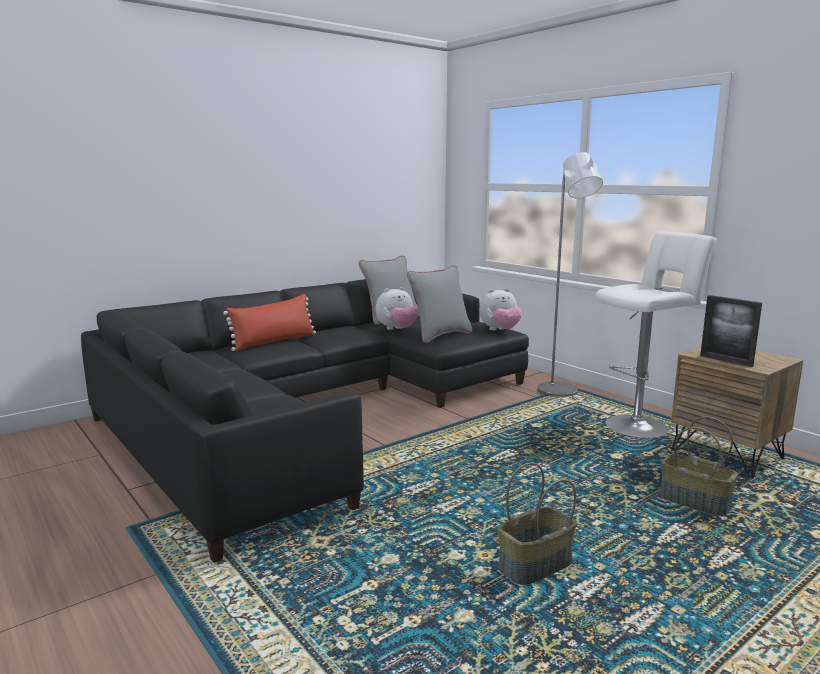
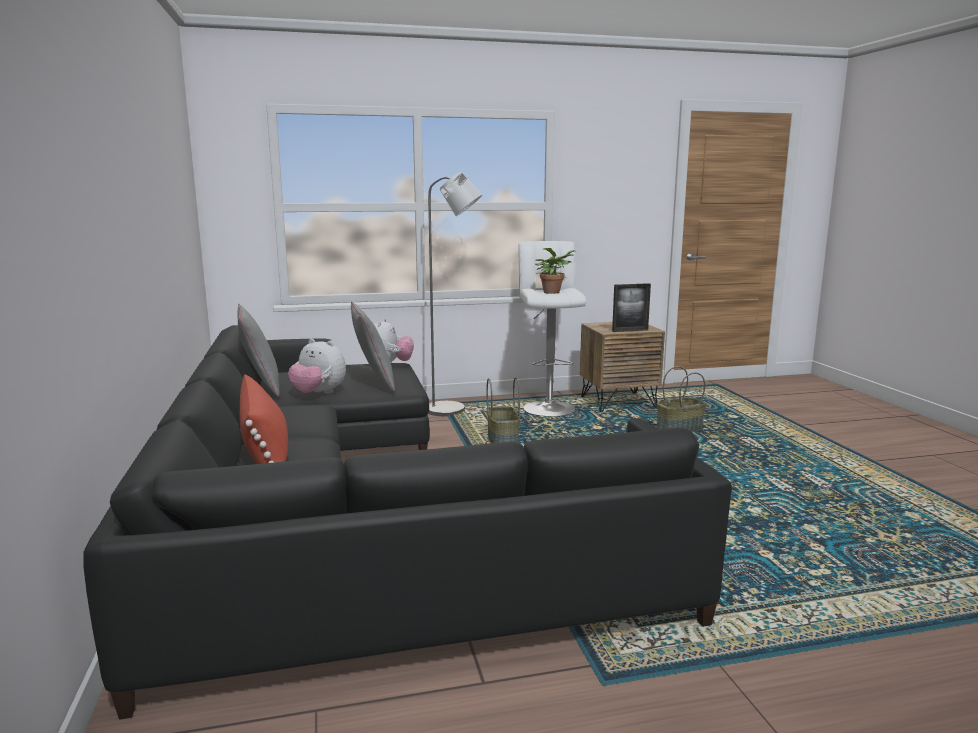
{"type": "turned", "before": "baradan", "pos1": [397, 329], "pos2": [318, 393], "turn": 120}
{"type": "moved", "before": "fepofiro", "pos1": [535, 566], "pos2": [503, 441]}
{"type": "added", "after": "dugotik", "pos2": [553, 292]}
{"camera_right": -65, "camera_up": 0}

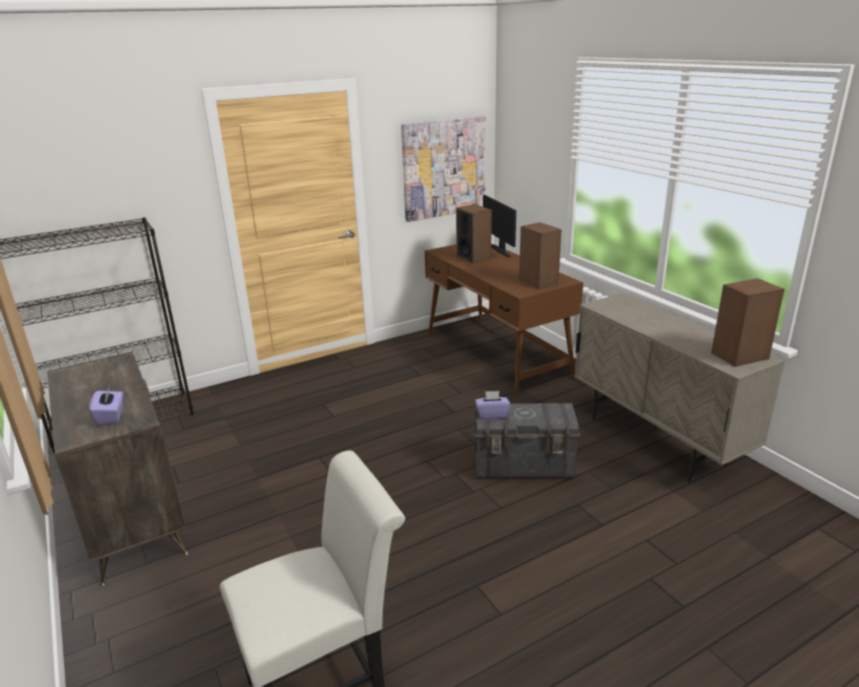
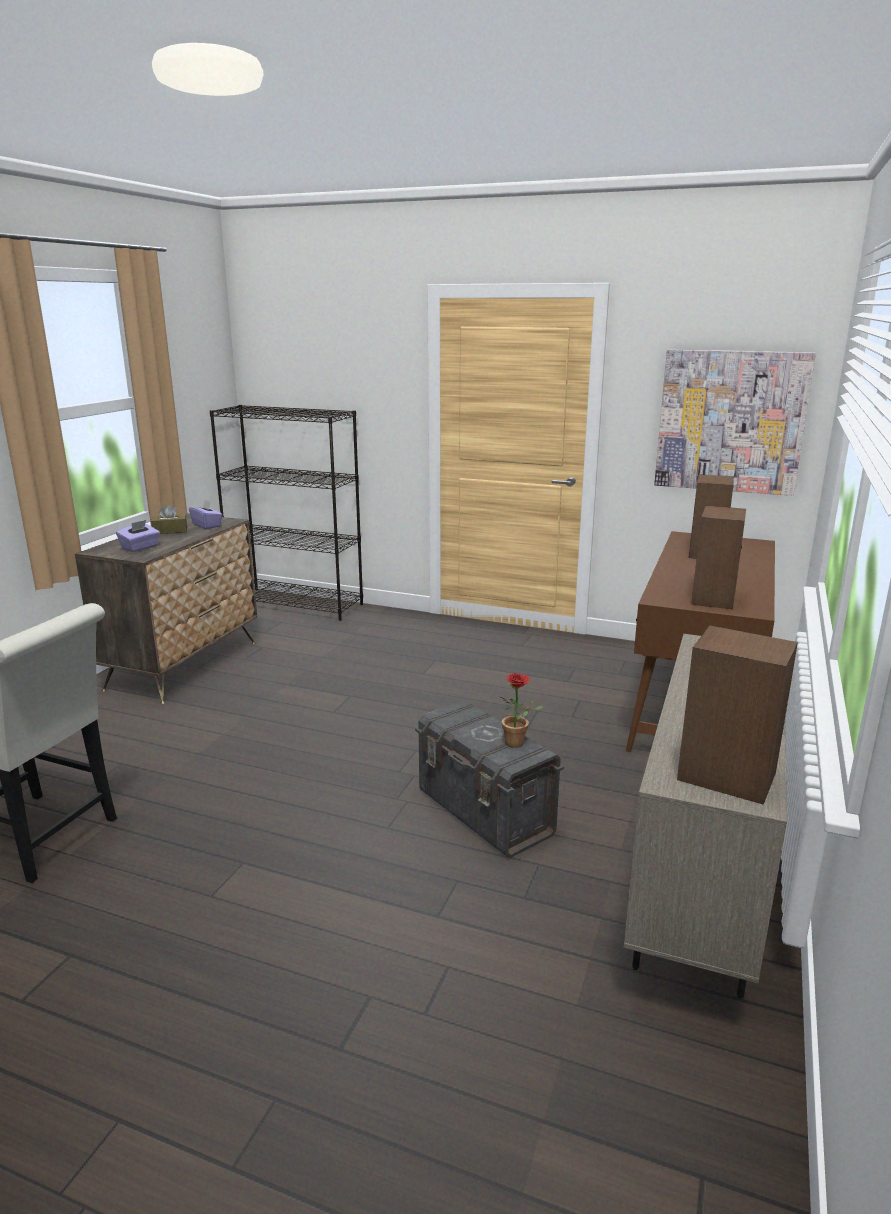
{"type": "removed", "before": "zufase", "pos1": [499, 250]}
{"type": "moved", "before": "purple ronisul", "pos1": [492, 414], "pos2": [207, 525]}
{"type": "added", "after": "brown ronisul", "pos2": [170, 531]}
{"type": "added", "after": "dugotik", "pos2": [518, 743]}
{"camera_right": 50, "camera_up": -5}

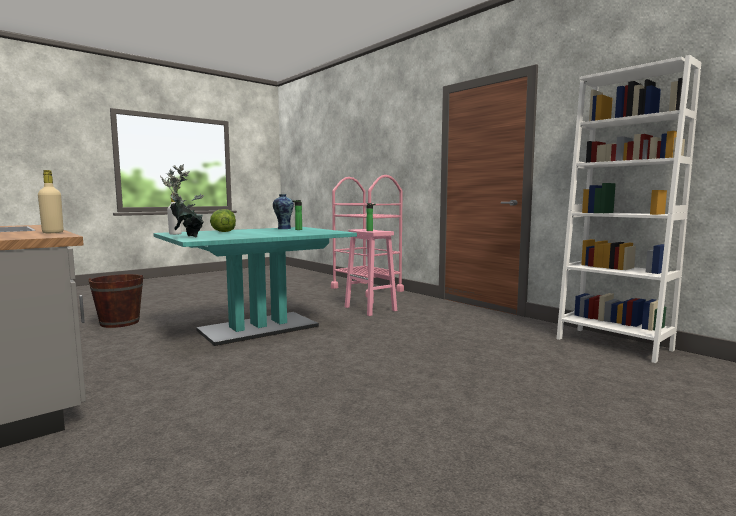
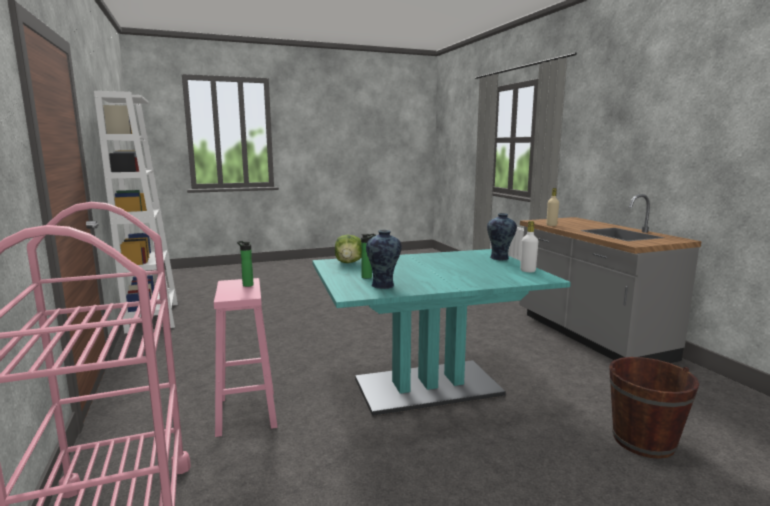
{"type": "replaced", "before": "dugotik", "after": "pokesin", "pos1": [187, 237], "pos2": [500, 258]}
{"type": "moved", "before": "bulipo", "pos1": [223, 232], "pos2": [349, 263]}
{"camera_right": -160, "camera_up": 5}

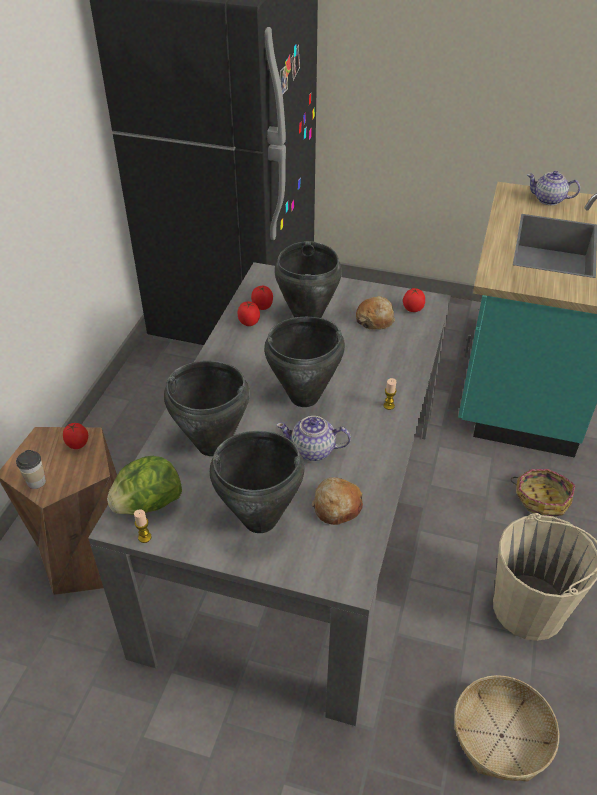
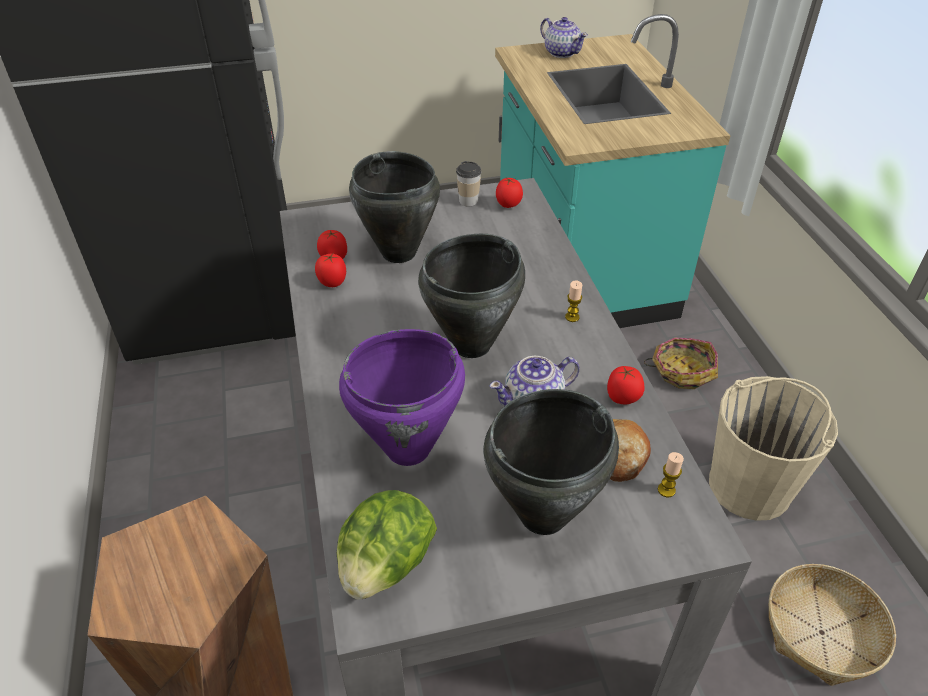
{"type": "turned", "before": "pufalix", "pos1": [549, 200], "pos2": [561, 52], "turn": -120}
{"type": "removed", "before": "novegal", "pos1": [375, 319]}
{"type": "recoloured", "before": "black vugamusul", "after": "purple vugamusul", "pos1": [213, 445], "pos2": [409, 449]}
{"type": "moved", "before": "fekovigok", "pos1": [77, 445], "pos2": [623, 398]}
{"type": "moved", "before": "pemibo", "pos1": [36, 482], "pos2": [468, 201]}
{"type": "moved", "before": "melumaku", "pos1": [144, 537], "pos2": [666, 490]}
{"camera_right": -30, "camera_up": 0}

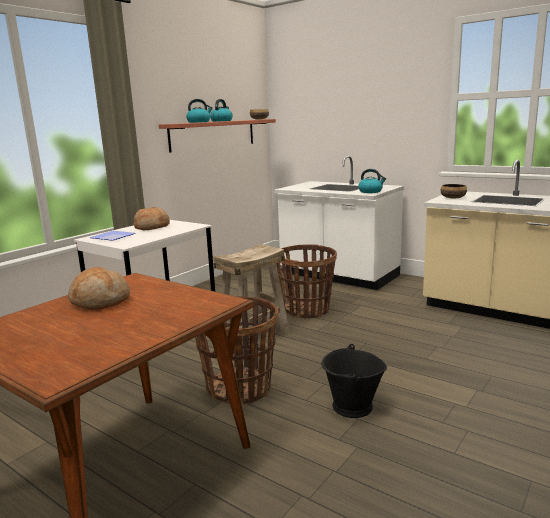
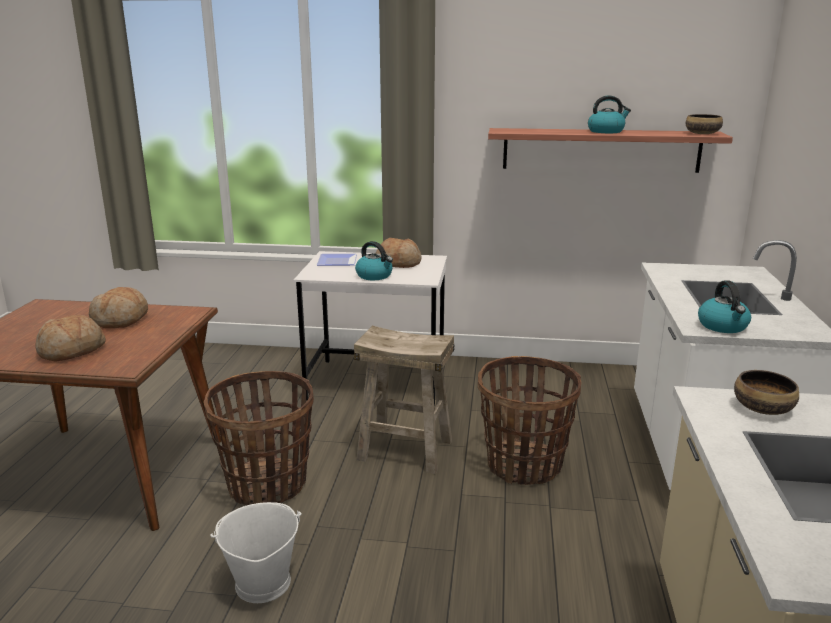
{"type": "moved", "before": "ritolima", "pos1": [199, 122], "pos2": [375, 276]}
{"type": "recoloured", "before": "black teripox", "after": "white teripox", "pos1": [352, 407], "pos2": [262, 583]}
{"type": "added", "after": "novegal", "pos2": [72, 350]}
{"camera_right": 60, "camera_up": 5}

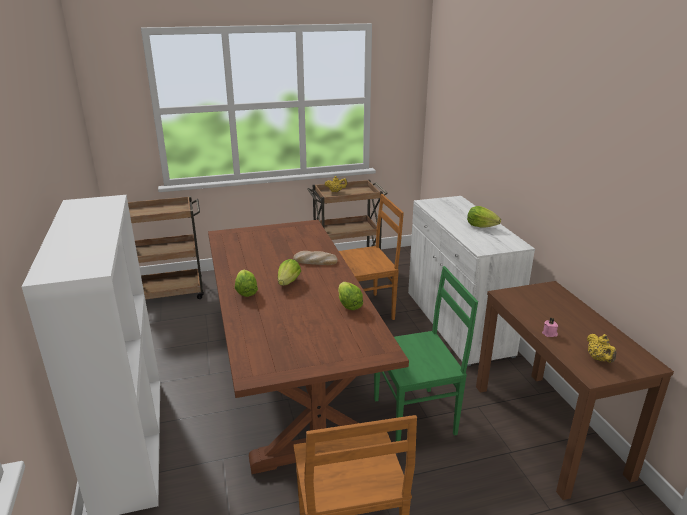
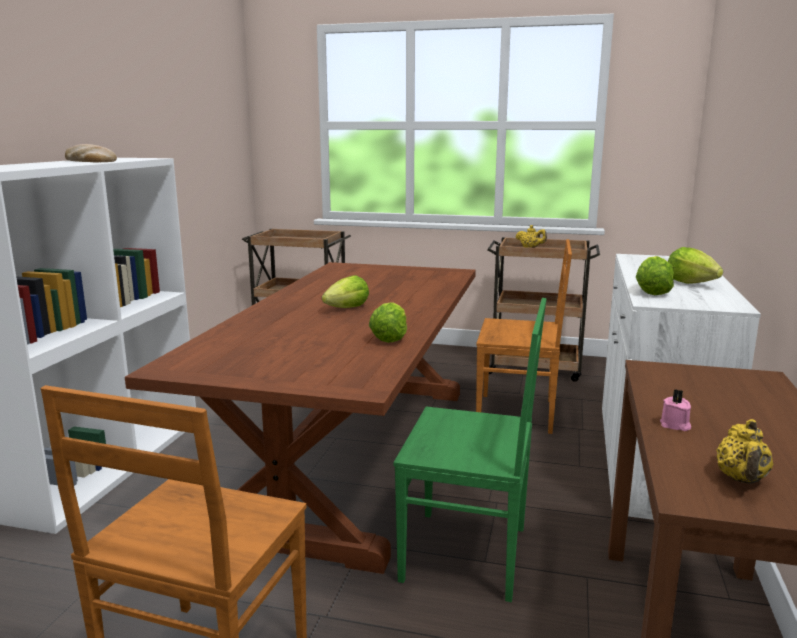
{"type": "moved", "before": "novegal", "pos1": [315, 261], "pos2": [89, 161]}
{"type": "moved", "before": "bulipo", "pos1": [246, 292], "pos2": [652, 292]}
{"camera_right": 30, "camera_up": -10}

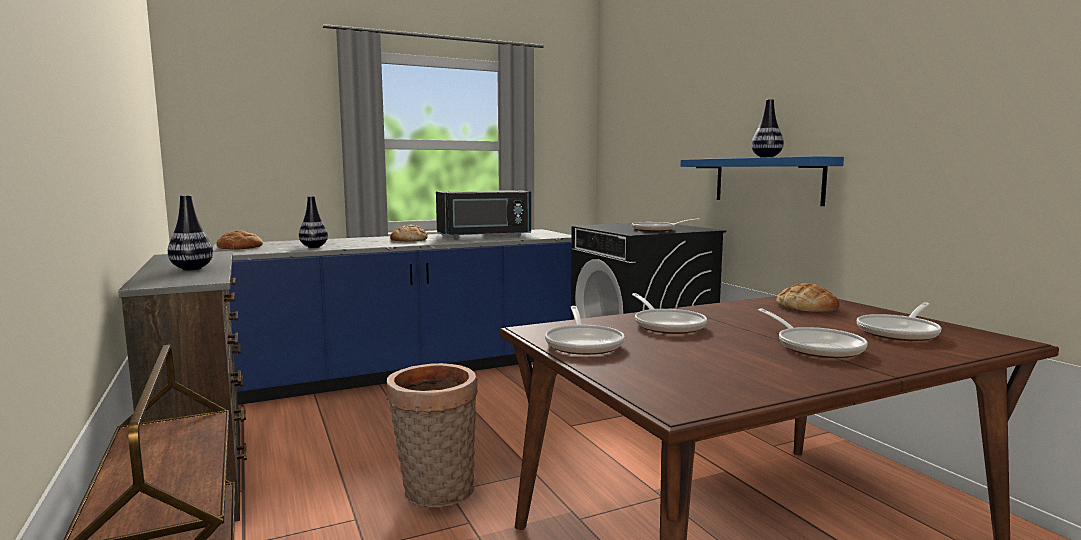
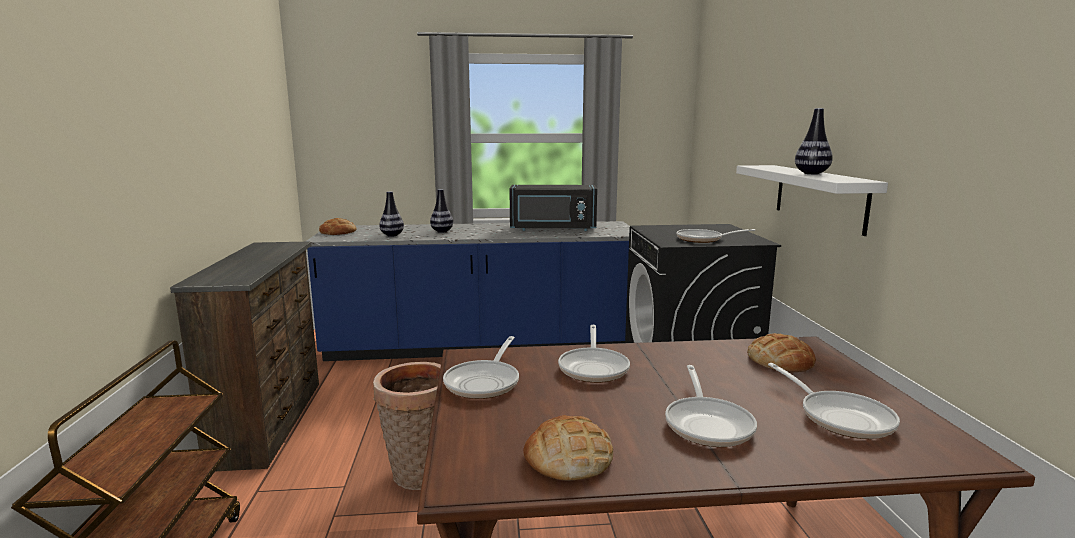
{"type": "recoloured", "before": "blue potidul", "after": "white potidul", "pos1": [767, 180], "pos2": [819, 197]}
{"type": "moved", "before": "pokesin", "pos1": [192, 269], "pos2": [442, 231]}
{"type": "moved", "before": "novegal", "pos1": [408, 240], "pos2": [568, 457]}
{"type": "turned", "before": "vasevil", "pos1": [900, 332], "pos2": [840, 417], "turn": -90}
{"camera_right": 20, "camera_up": 5}

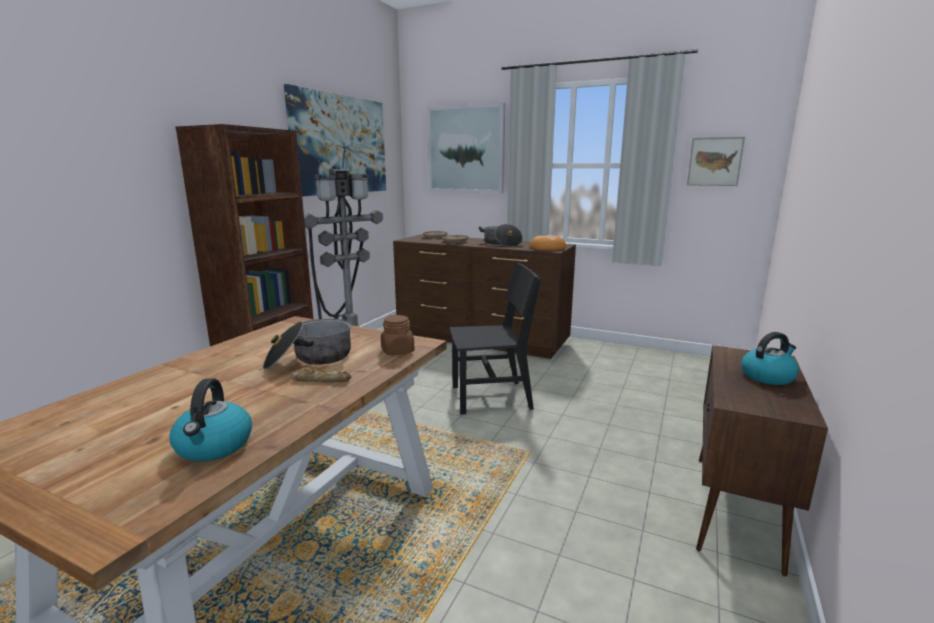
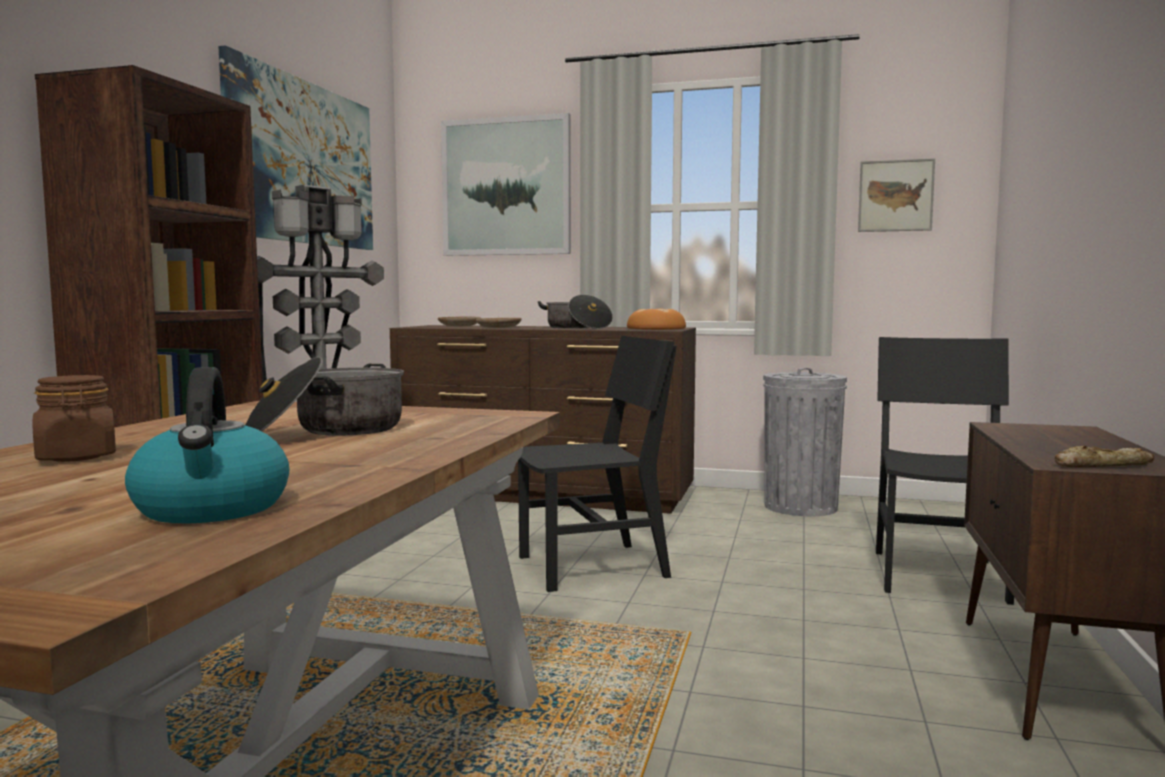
{"type": "moved", "before": "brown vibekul", "pos1": [397, 351], "pos2": [77, 457]}
{"type": "removed", "before": "ritolima", "pos1": [767, 376]}
{"type": "moved", "before": "novegal", "pos1": [321, 380], "pos2": [1101, 465]}
{"type": "added", "after": "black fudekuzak", "pos2": [939, 576]}
{"type": "added", "after": "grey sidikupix", "pos2": [800, 507]}
{"camera_right": -10, "camera_up": -10}

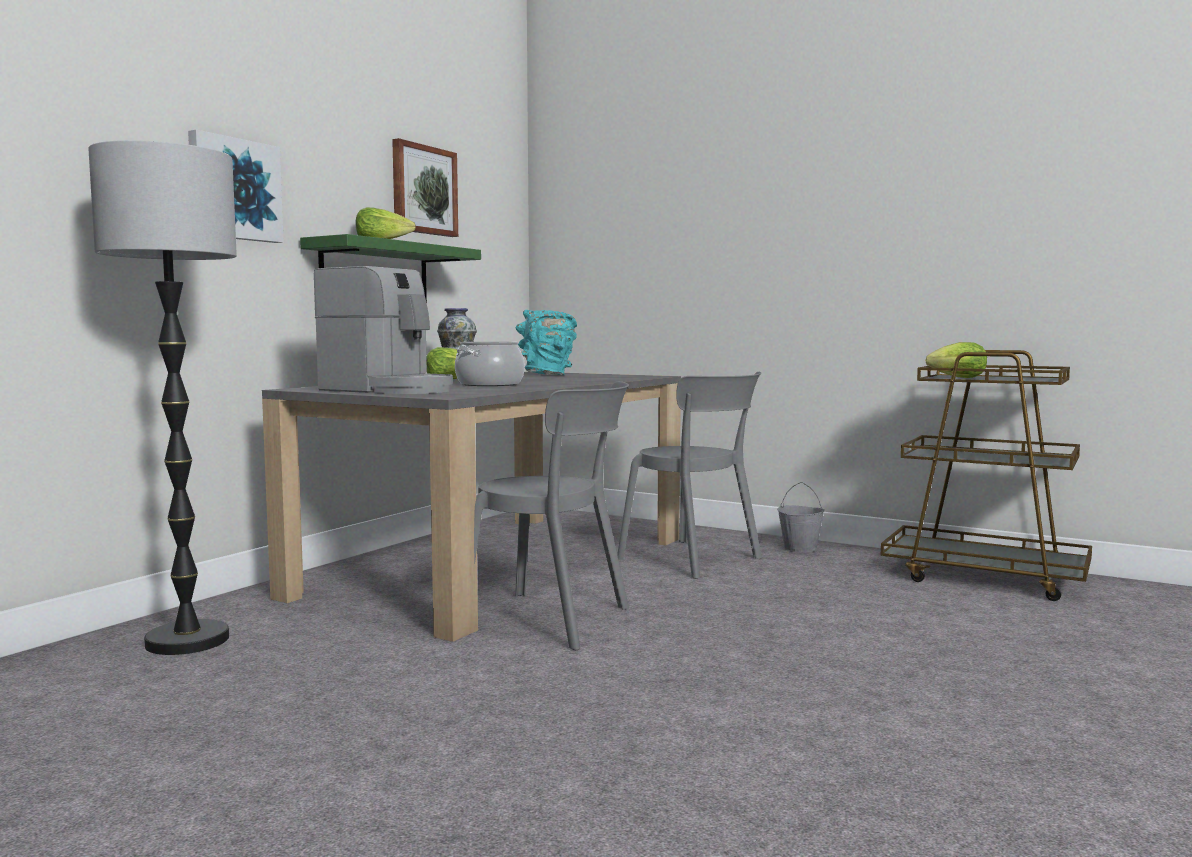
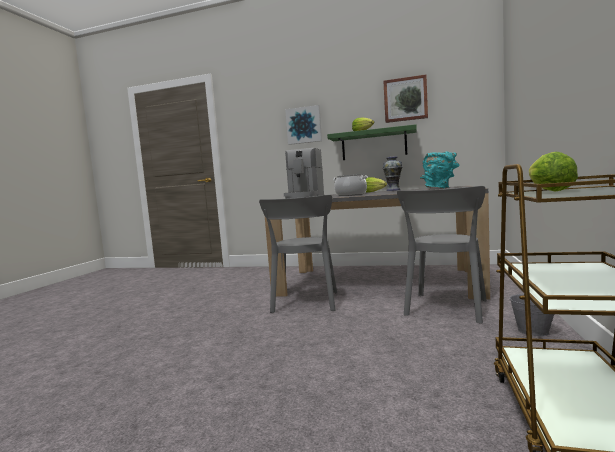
{"type": "removed", "before": "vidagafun", "pos1": [187, 640]}
{"camera_right": 75, "camera_up": 0}

